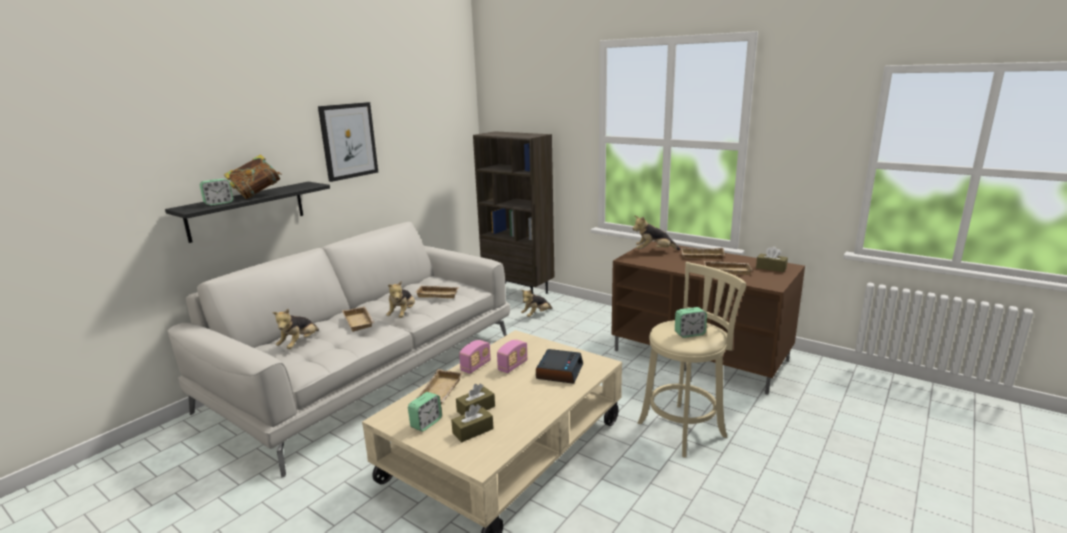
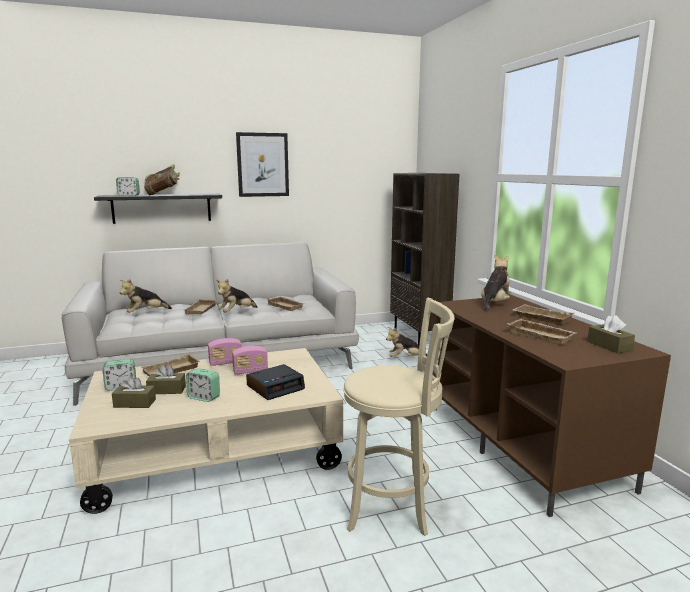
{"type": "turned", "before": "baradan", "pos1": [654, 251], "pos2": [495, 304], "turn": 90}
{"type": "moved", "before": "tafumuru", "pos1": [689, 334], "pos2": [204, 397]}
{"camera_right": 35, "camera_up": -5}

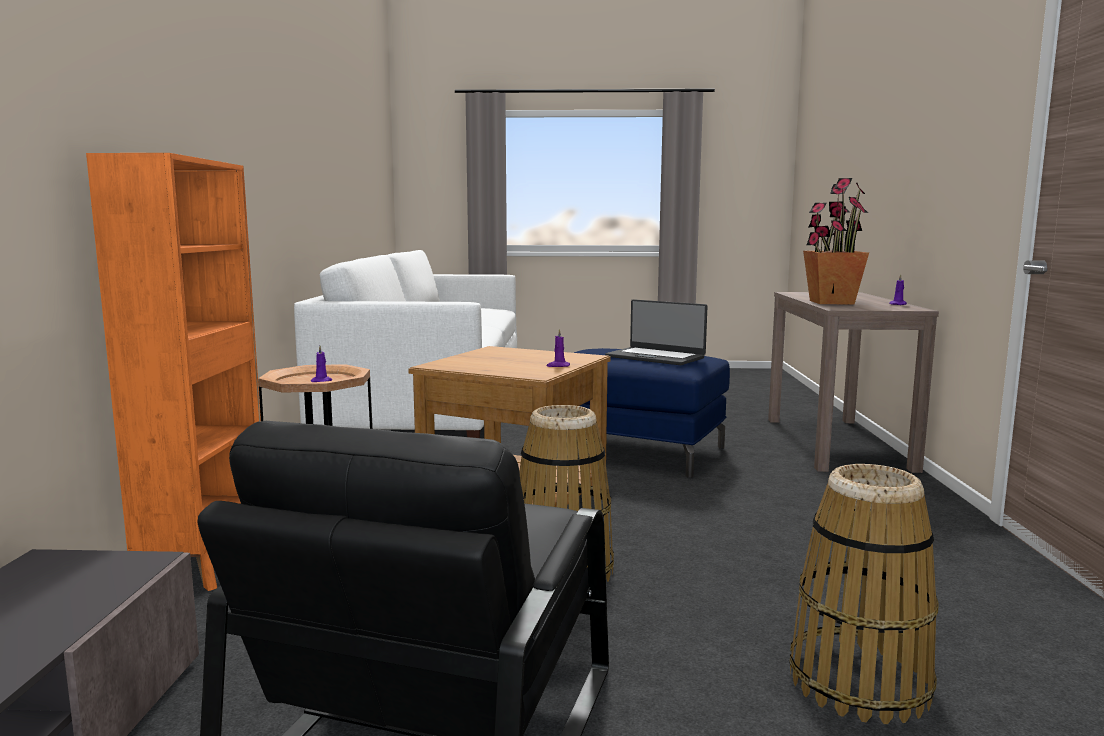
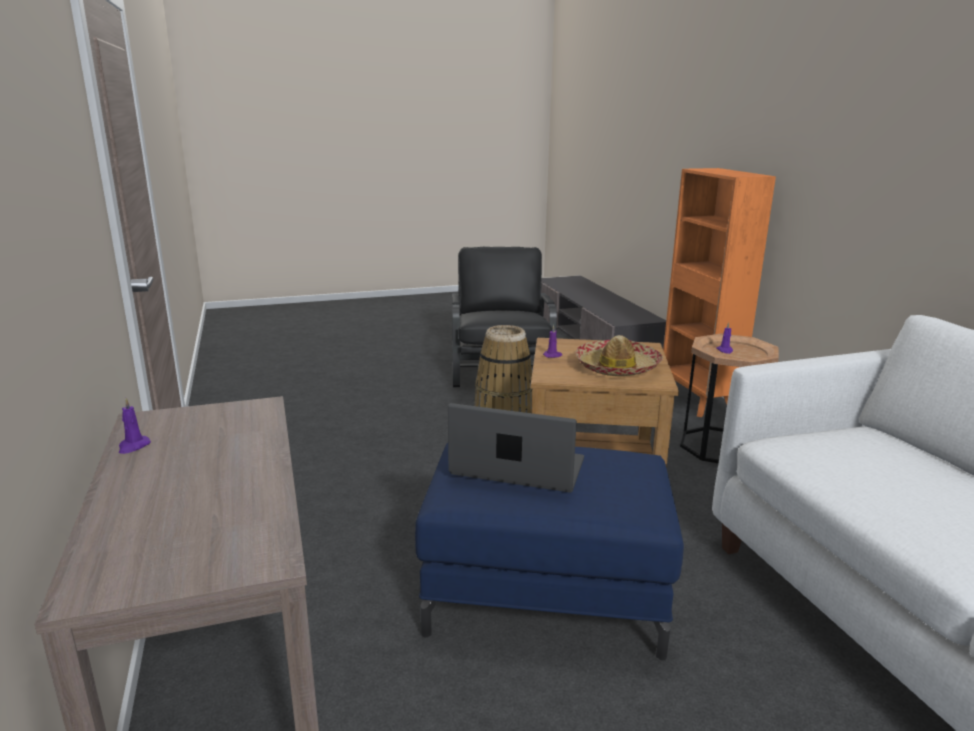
{"type": "removed", "before": "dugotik", "pos1": [831, 302]}
{"type": "removed", "before": "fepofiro", "pos1": [858, 682]}
{"type": "added", "after": "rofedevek", "pos2": [617, 367]}
{"camera_right": 160, "camera_up": 10}

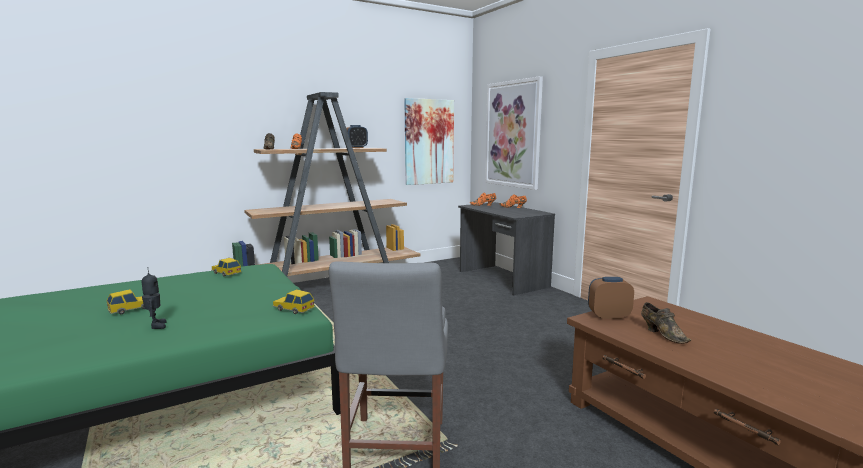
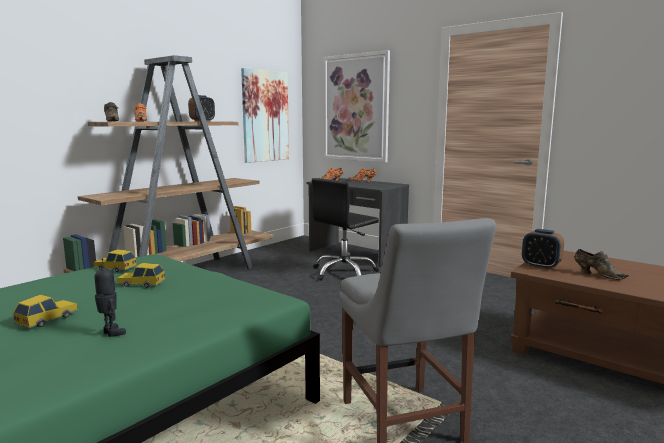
{"type": "turned", "before": "tafumuru", "pos1": [608, 316], "pos2": [540, 266], "turn": -120}
{"type": "moved", "before": "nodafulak", "pos1": [293, 309], "pos2": [141, 284]}
{"type": "added", "after": "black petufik", "pos2": [344, 272]}
{"camera_right": -20, "camera_up": 0}

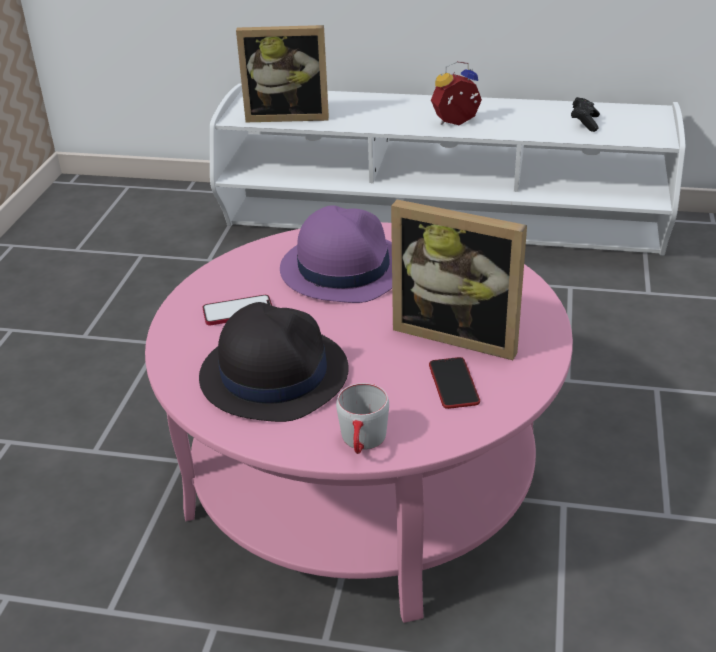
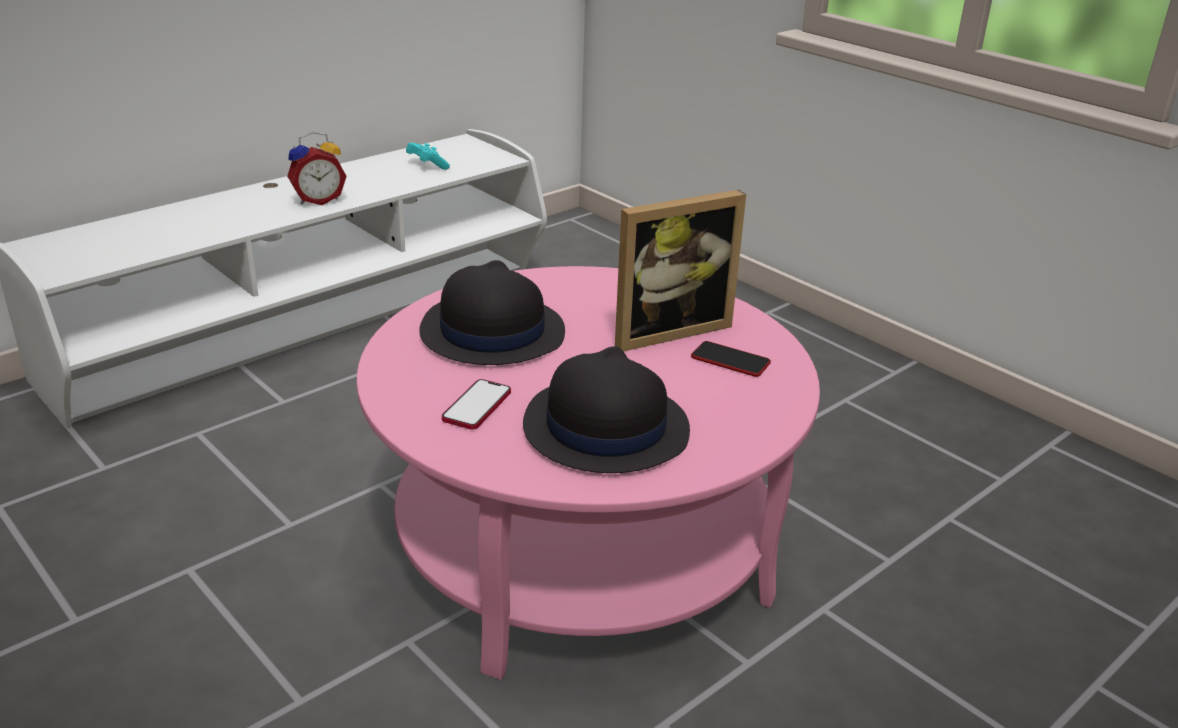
{"type": "removed", "before": "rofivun", "pos1": [288, 115]}
{"type": "turned", "before": "tafumuru", "pos1": [457, 123], "pos2": [318, 200], "turn": -135}
{"type": "recoloured", "before": "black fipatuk", "after": "turquoise fipatuk", "pos1": [584, 123], "pos2": [427, 165]}
{"type": "recoloured", "before": "purple rofedevek", "after": "black rofedevek", "pos1": [343, 268], "pos2": [491, 332]}
{"type": "removed", "before": "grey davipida", "pos1": [363, 443]}
{"camera_right": -55, "camera_up": -5}

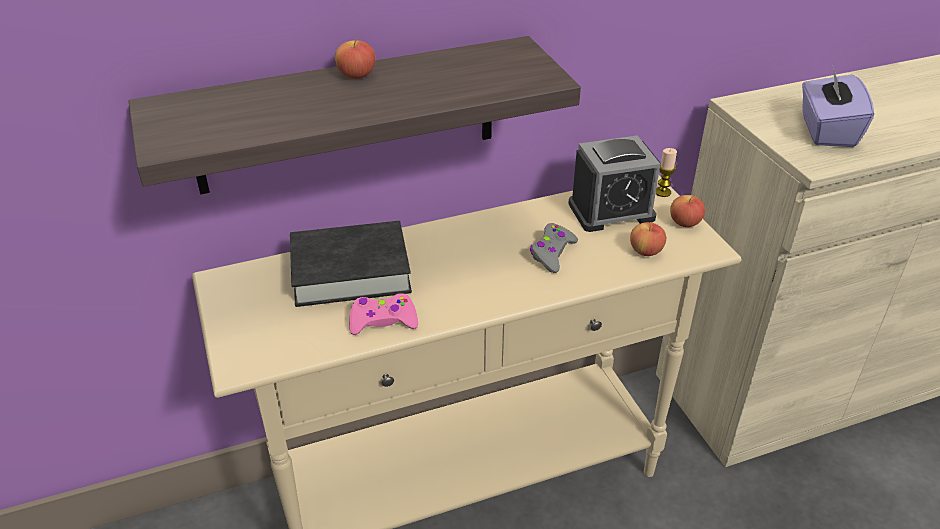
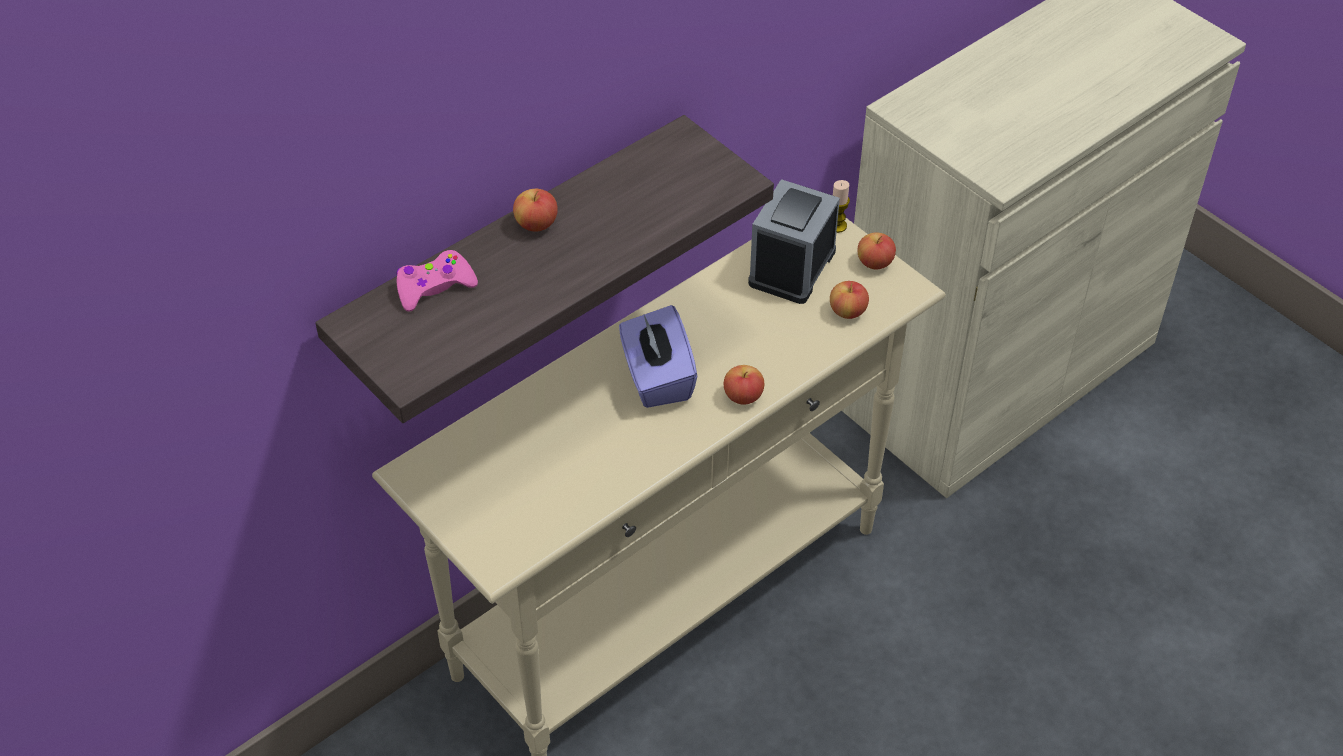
{"type": "moved", "before": "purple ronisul", "pos1": [826, 130], "pos2": [657, 377]}
{"type": "turned", "before": "tafumuru", "pos1": [611, 211], "pos2": [792, 267], "turn": 150}
{"type": "removed", "before": "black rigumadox", "pos1": [350, 271]}
{"type": "removed", "before": "grey fipatuk", "pos1": [552, 253]}
{"type": "moved", "before": "pink fipatuk", "pos1": [383, 321], "pos2": [434, 287]}
{"type": "added", "after": "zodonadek", "pos2": [743, 396]}
{"camera_right": -20, "camera_up": 10}

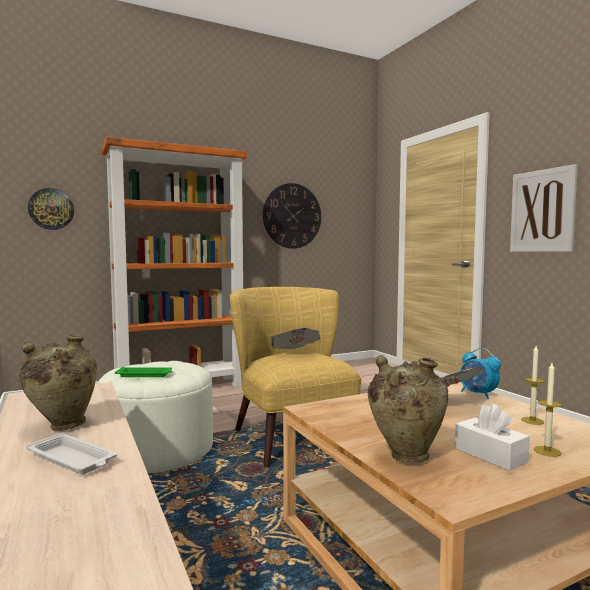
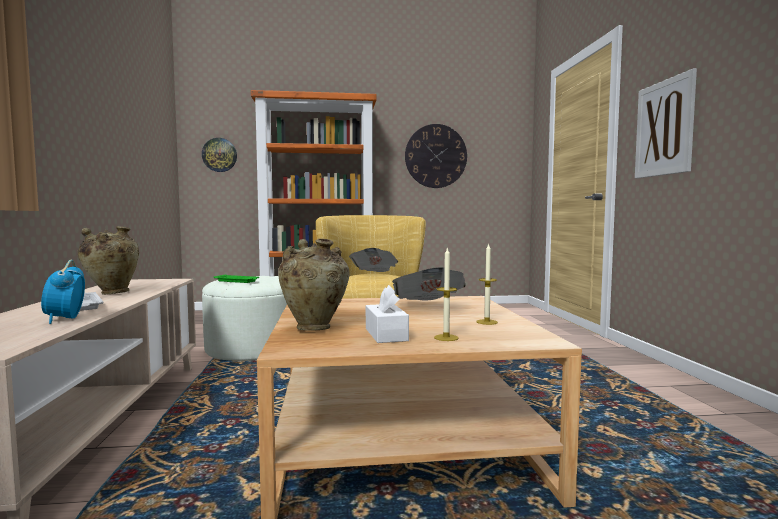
{"type": "moved", "before": "tafumuru", "pos1": [478, 394], "pos2": [65, 319]}
{"camera_right": 20, "camera_up": 0}

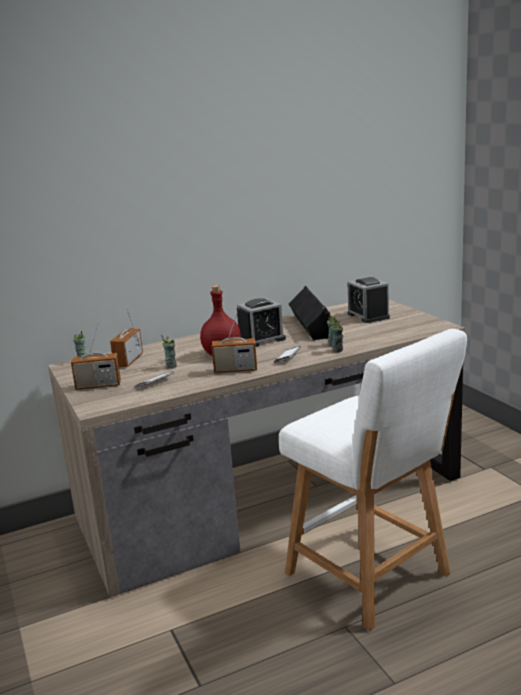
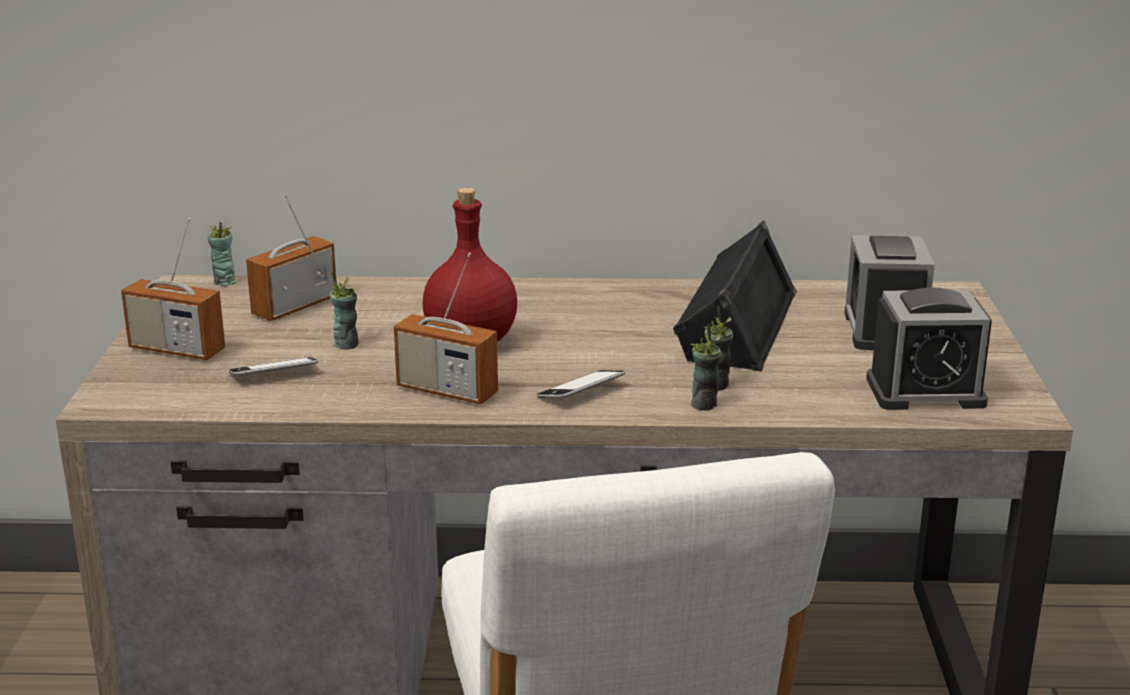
{"type": "moved", "before": "tafumuru", "pos1": [261, 340], "pos2": [925, 392]}
{"camera_right": 25, "camera_up": 5}

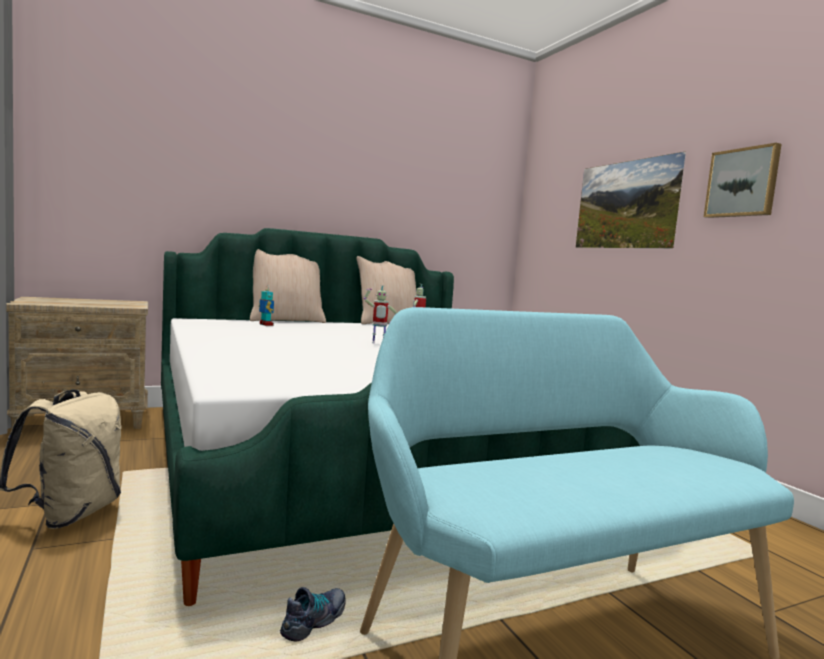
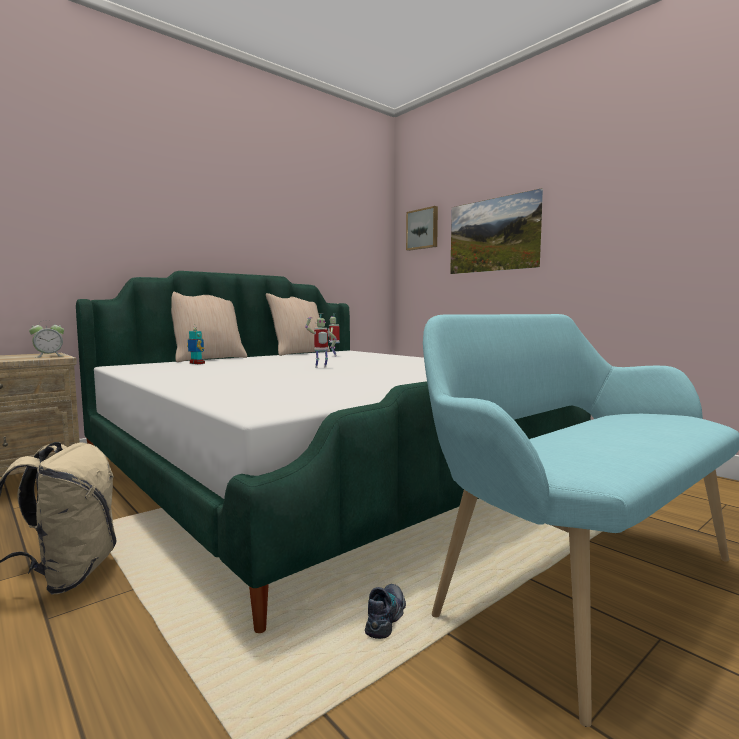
{"type": "moved", "before": "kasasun", "pos1": [742, 183], "pos2": [423, 229]}
{"type": "added", "after": "tafumuru", "pos2": [49, 356]}
{"camera_right": -15, "camera_up": 0}

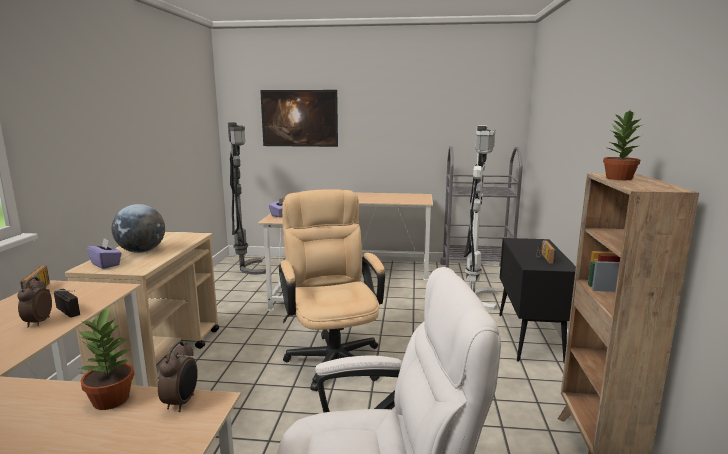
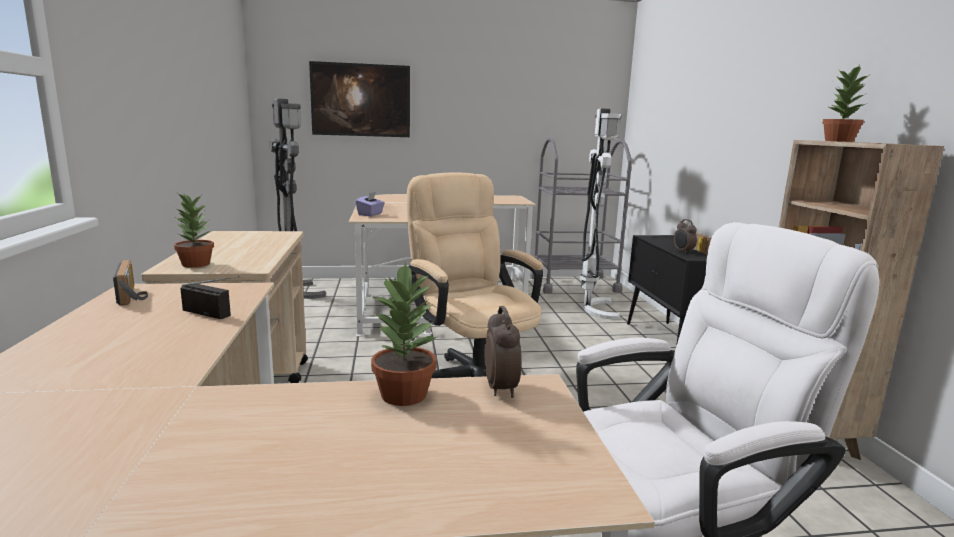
{"type": "removed", "before": "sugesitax", "pos1": [142, 251]}
{"type": "replaced", "before": "purple ronisul", "after": "dugotik", "pos1": [106, 264], "pos2": [195, 264]}
{"type": "moved", "before": "tafumuru", "pos1": [37, 322], "pos2": [683, 252]}
{"camera_right": -15, "camera_up": 0}

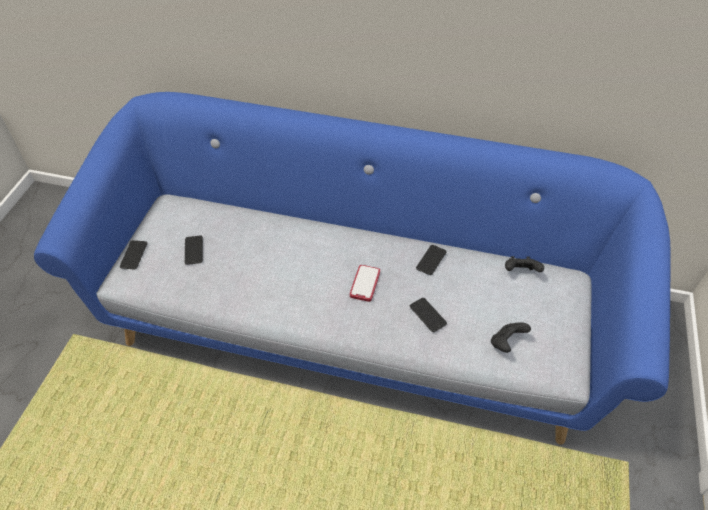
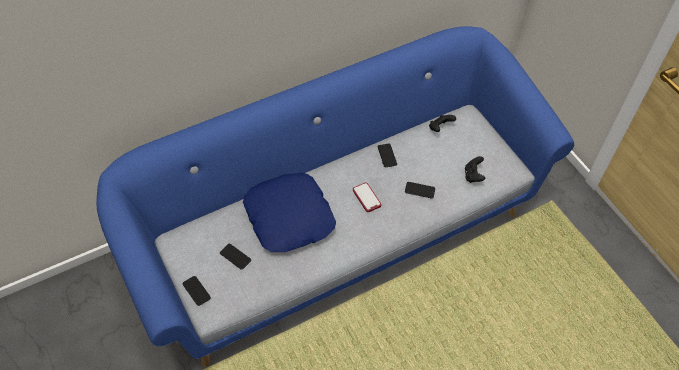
{"type": "added", "after": "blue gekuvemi", "pos2": [290, 217]}
{"camera_right": -45, "camera_up": 5}

